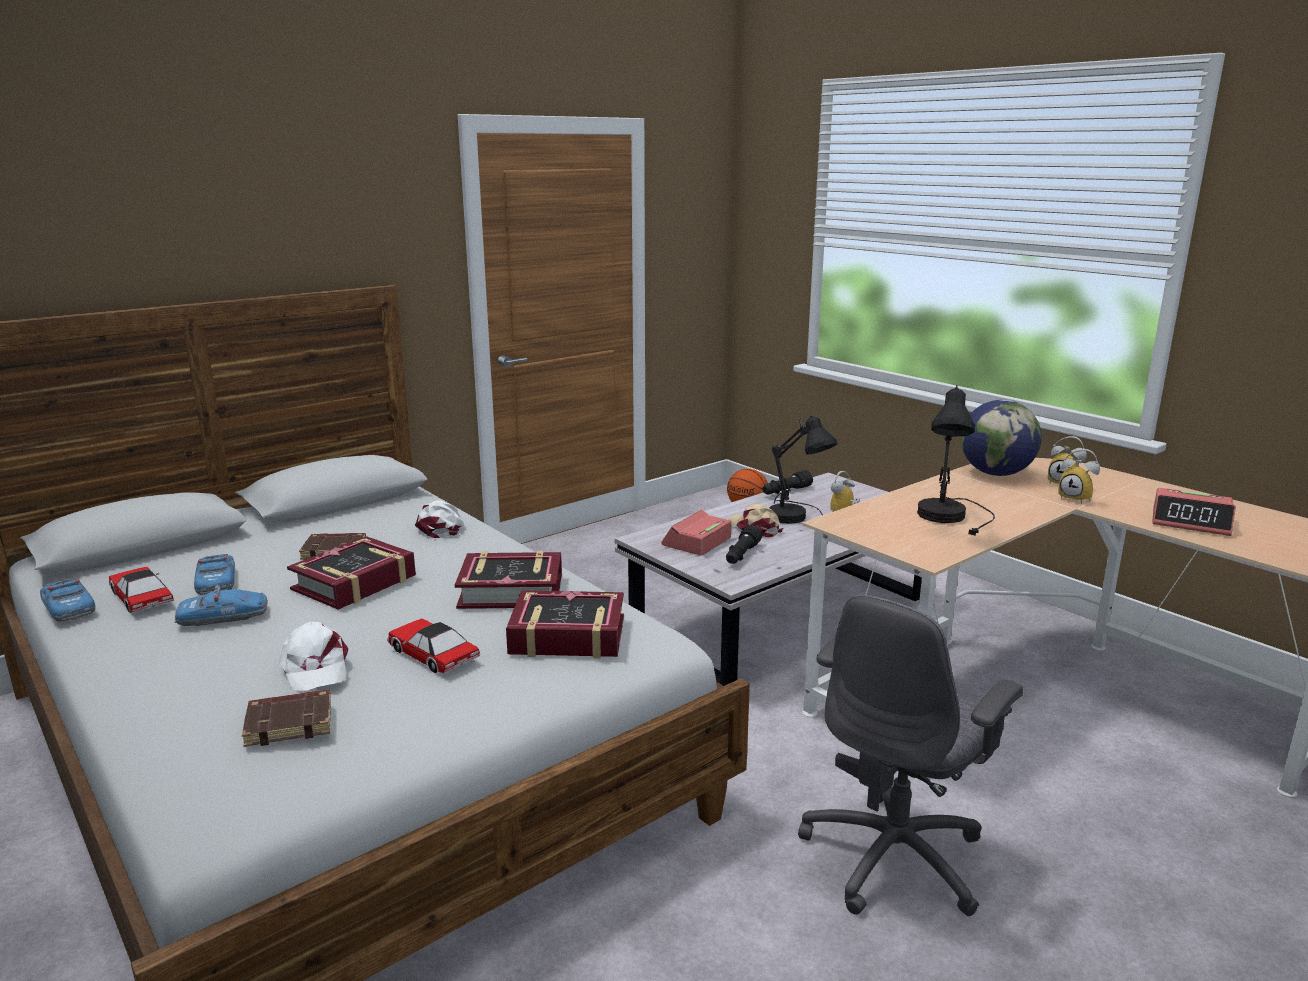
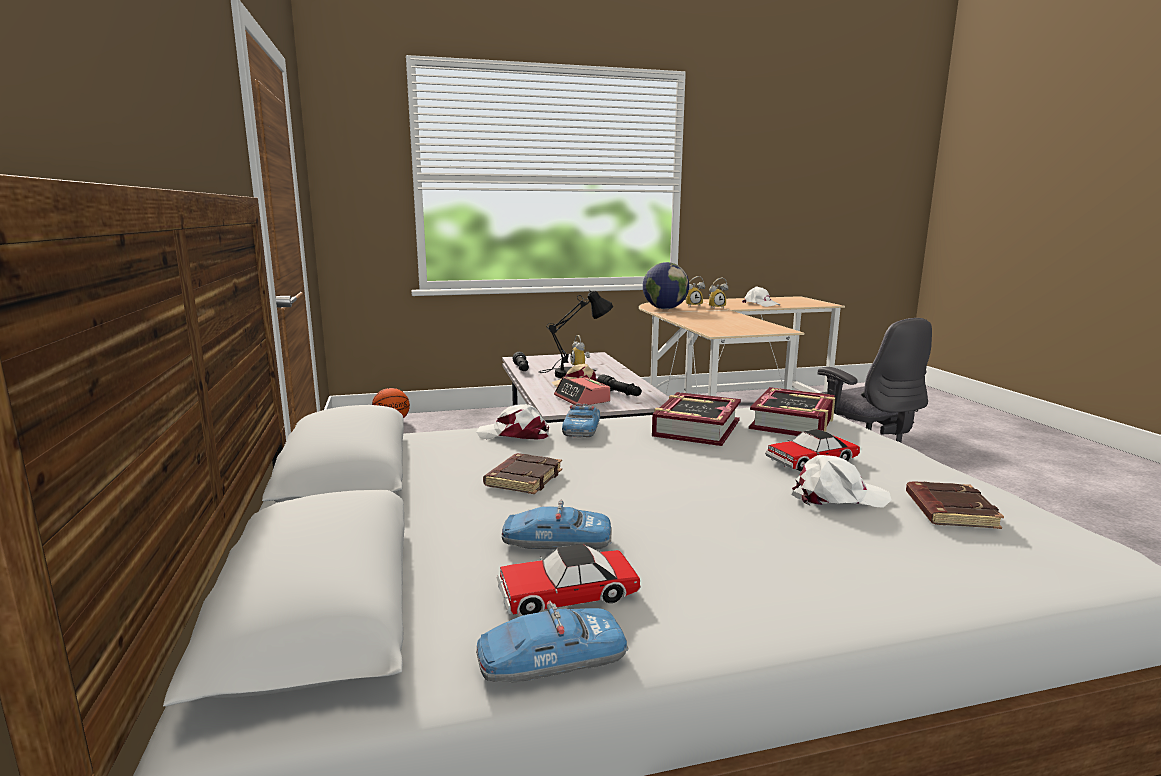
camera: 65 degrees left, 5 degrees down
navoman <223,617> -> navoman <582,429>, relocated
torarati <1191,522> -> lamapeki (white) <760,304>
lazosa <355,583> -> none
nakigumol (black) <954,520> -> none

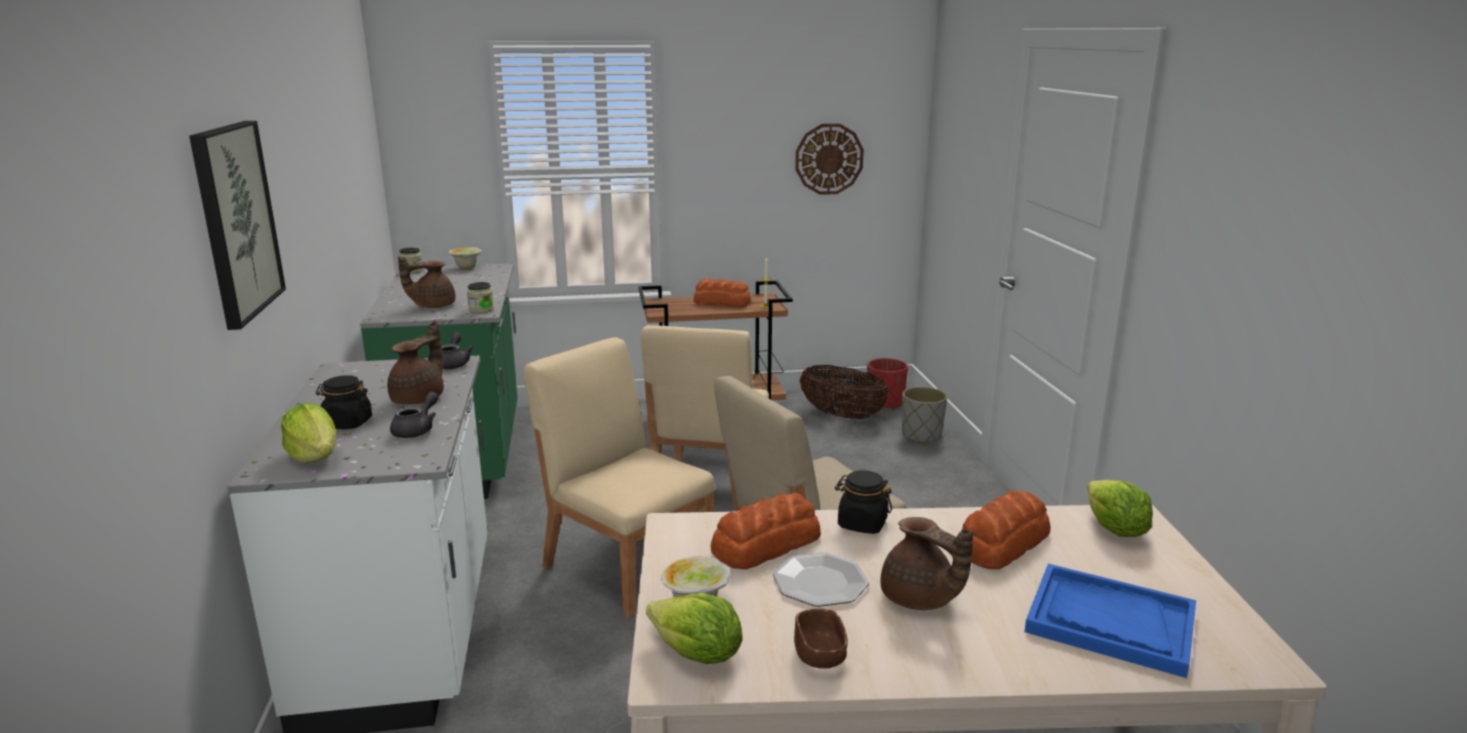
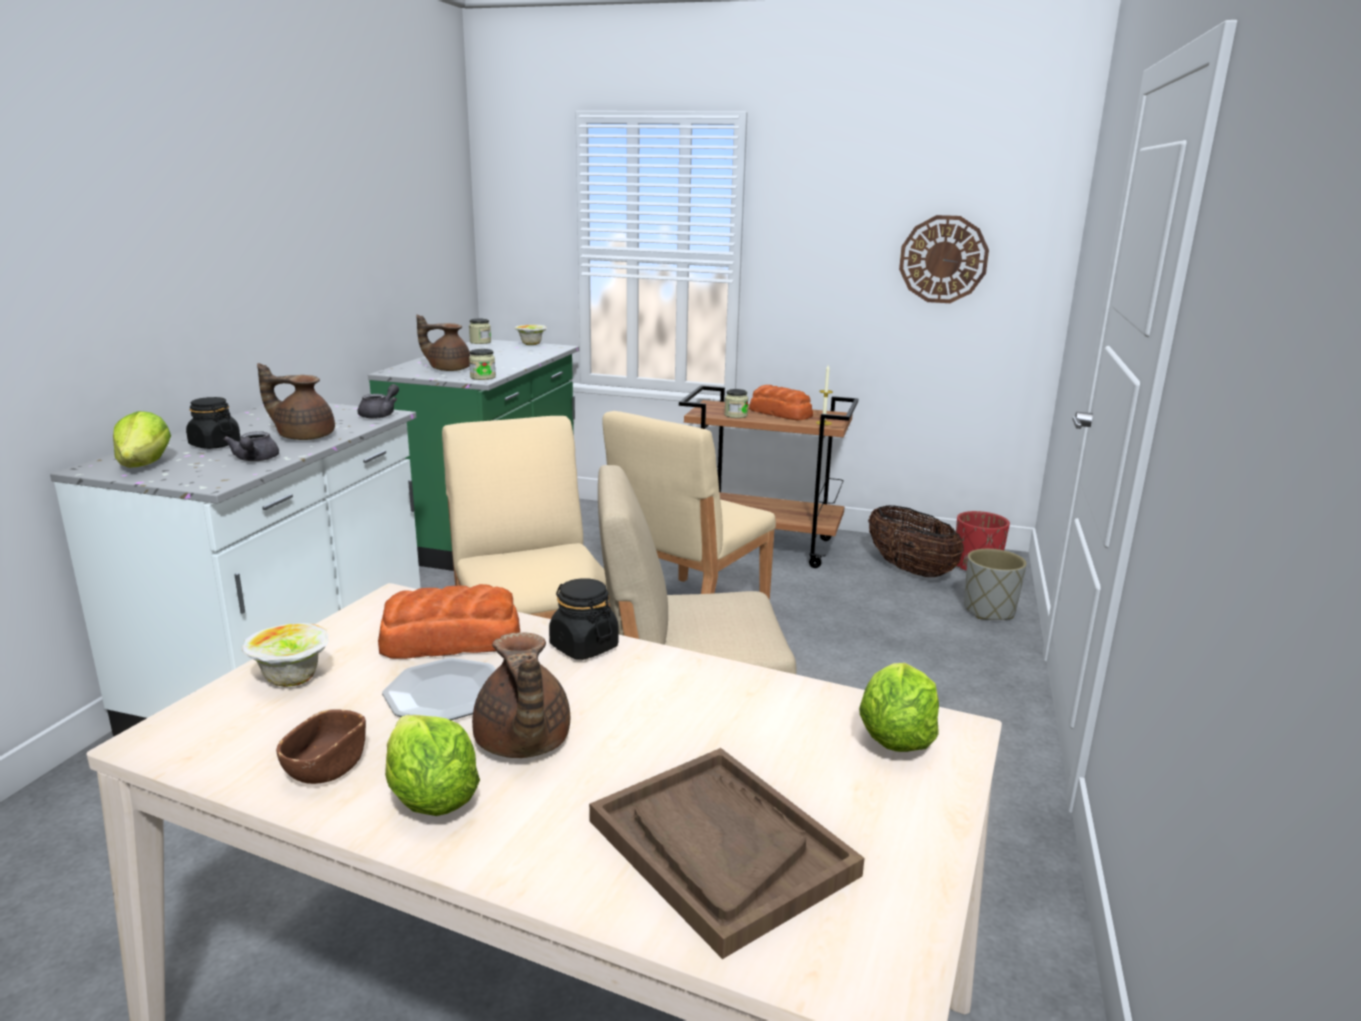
camera: 25 degrees right, 0 degrees up
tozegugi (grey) <417,430> -> tozegugi (grey) <255,460>, 120 degrees clockwise
tozegugi (brown) <420,398> -> tozegugi (brown) <304,436>, 135 degrees counterclockwise
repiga <697,655> -> repiga <430,798>, relocated
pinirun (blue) <1109,622> -> pinirun (brown) <720,847>
none -> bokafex <735,415>
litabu <236,221> -> none
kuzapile <1003,543> -> none

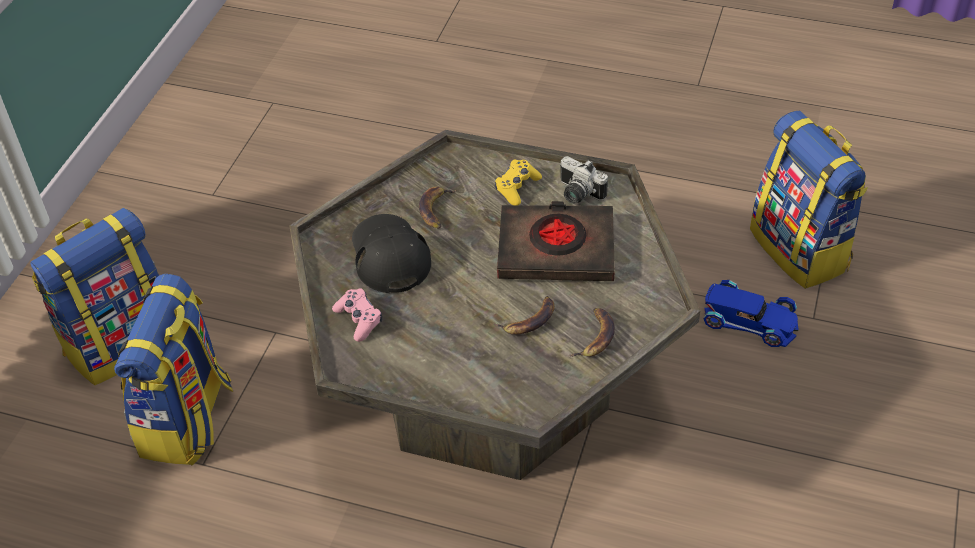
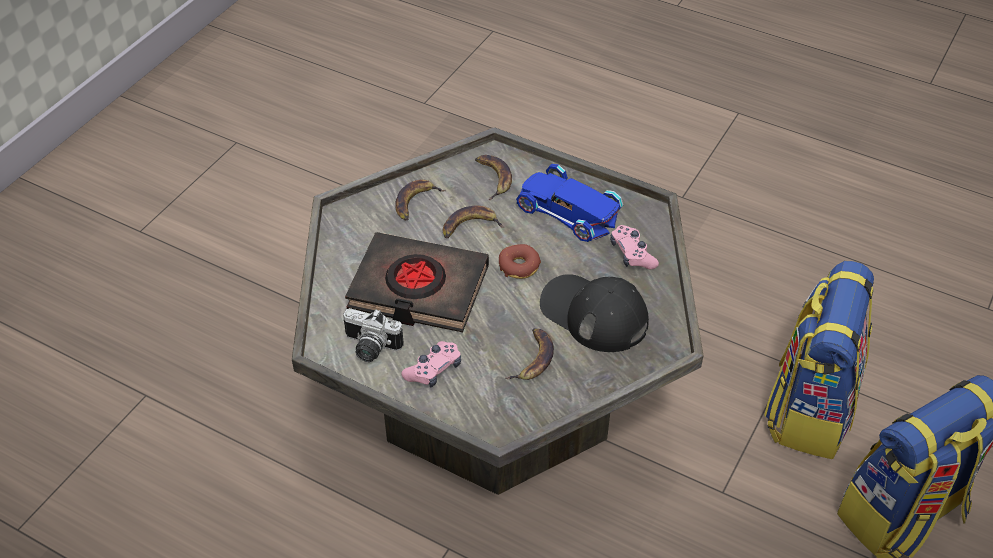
camera: 170 degrees left, 0 degrees up
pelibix <577,194> -> pelibix <369,348>, 150 degrees clockwise
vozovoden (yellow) <517,187> -> vozovoden (pink) <434,370>
none -> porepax <493,178>
none -> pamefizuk <519,266>
navoman (blue) <750,321> -> navoman (blue) <568,209>, relocated
lamapeki (black) <389,255> -> lamapeki (black) <593,314>, 135 degrees clockwise
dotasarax <801,249> -> none

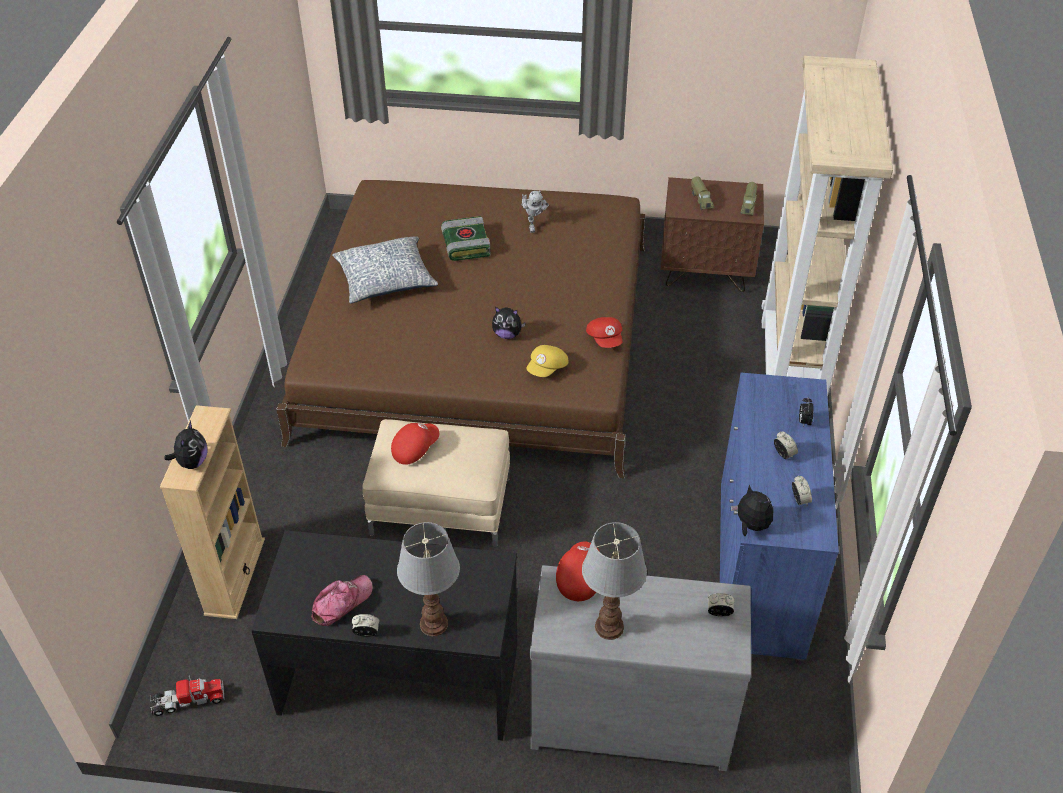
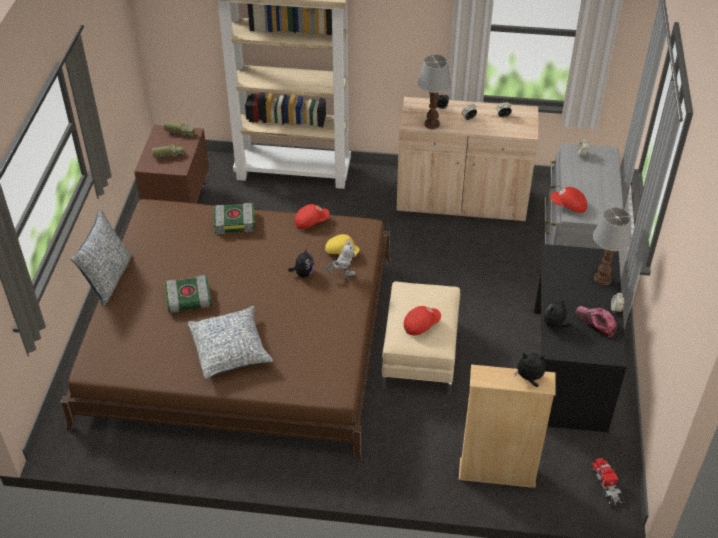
camera: 90 degrees left, 0 degrees up
none -> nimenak <108,279>
none -> lazosa <235,221>
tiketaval <533,224> -> tiketaval <342,275>, relocated
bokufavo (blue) <759,568> -> bokufavo (beige) <461,201>
lamapeki (red) <415,448> -> lamapeki (red) <421,324>, 105 degrees clockwise
nakigumol <609,626> -> nakigumol <431,124>, relocated
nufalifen <751,525> -> nufalifen <554,325>, relocated

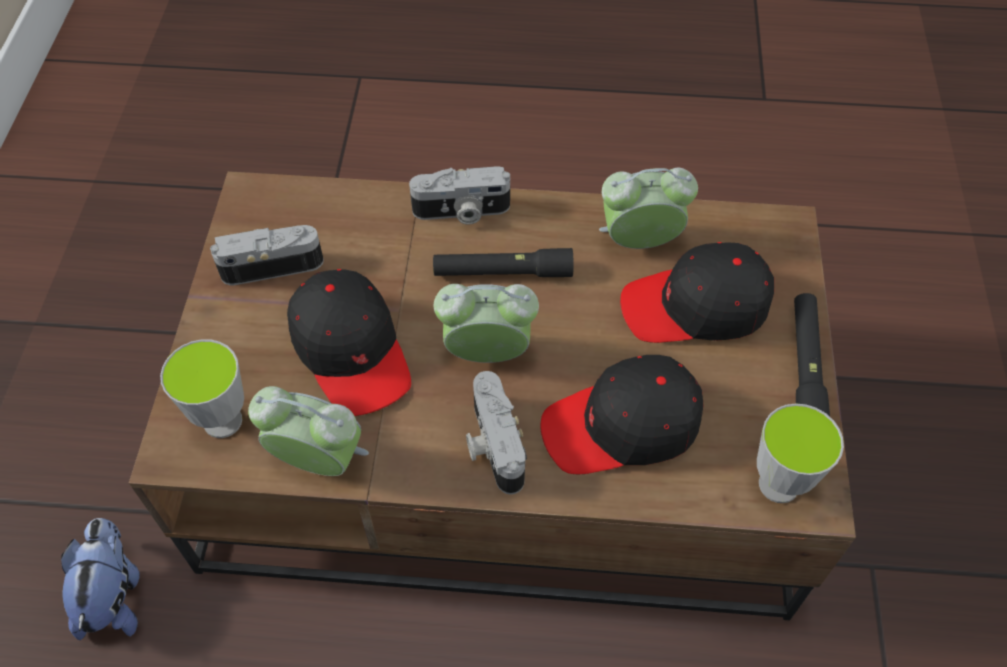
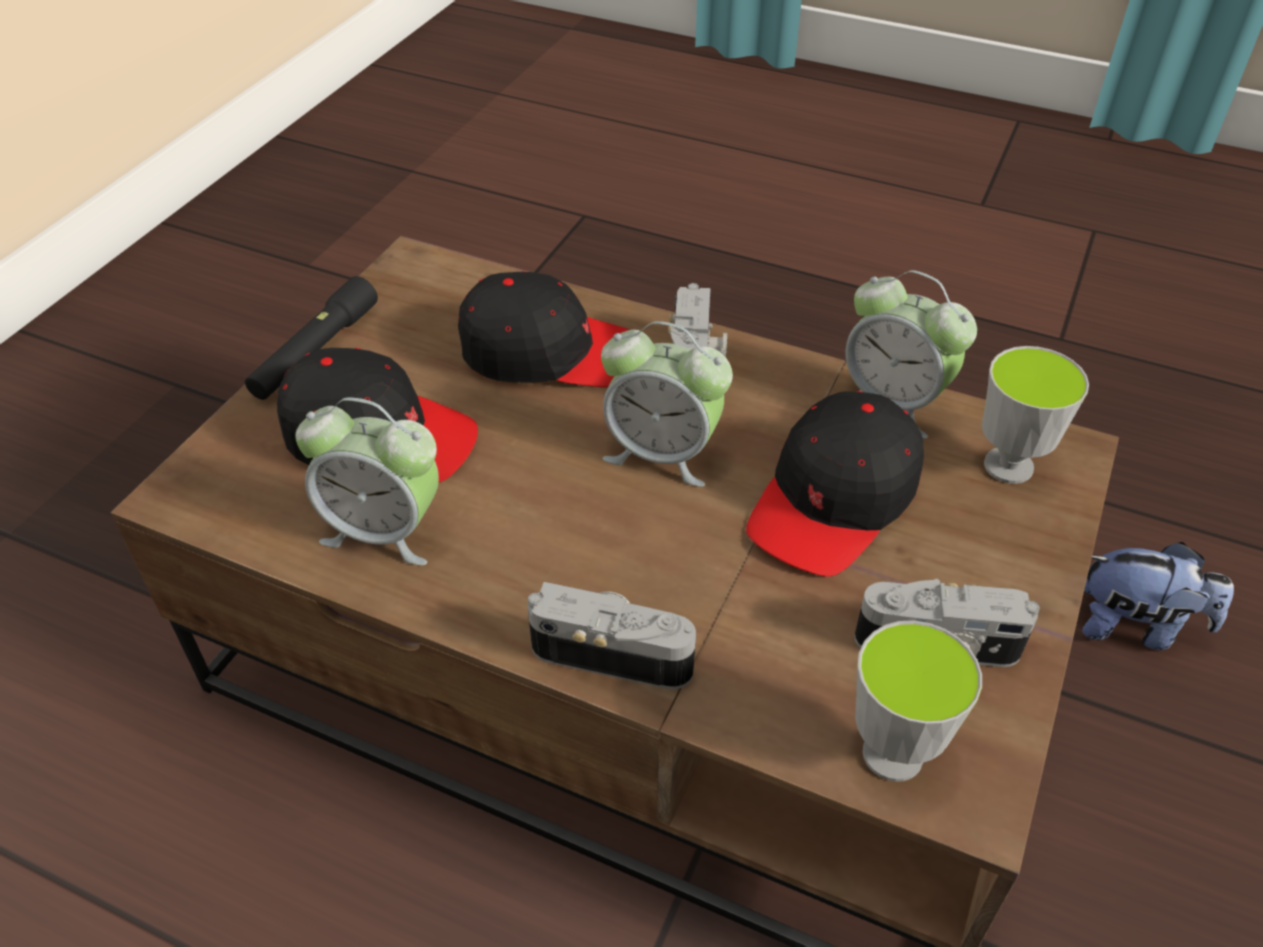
camera: 160 degrees left, 10 degrees down
lamapeki (black) <352,351> -> lamapeki (black) <834,500>, 135 degrees counterclockwise
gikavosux <778,485> -> gikavosux <892,754>, relocated
nufalifen <114,595> -> nufalifen <1135,626>, 90 degrees counterclockwise
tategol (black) <502,272> -> none

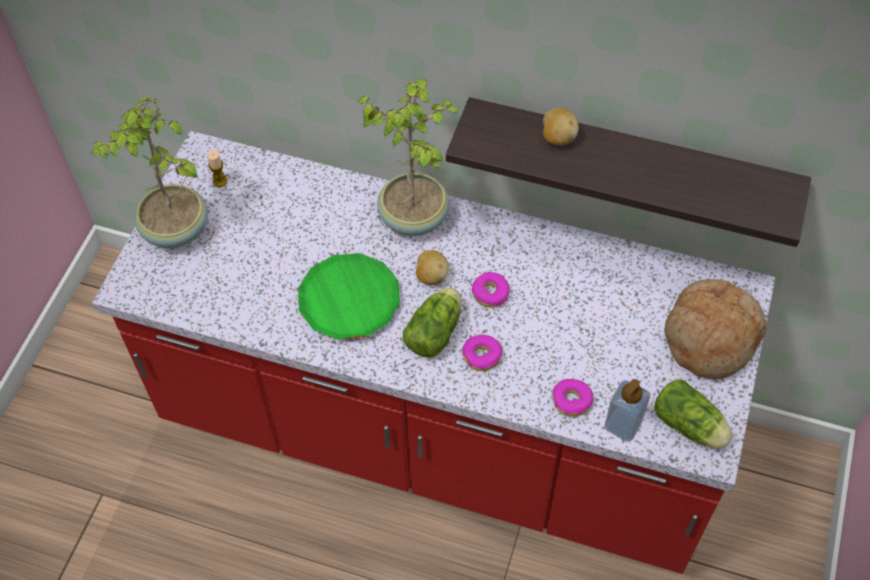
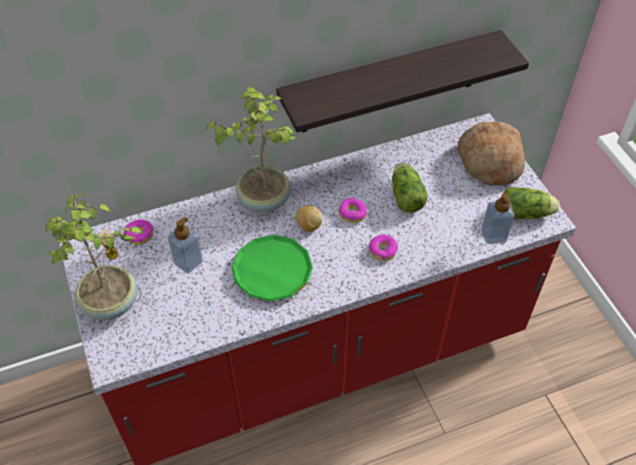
camera: 40 degrees left, 5 degrees down
pamefizuk <572,401> -> pamefizuk <140,235>, relocated
none -> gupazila <188,262>
repiga <436,330> -> repiga <406,195>, relocated
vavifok <558,137> -> none

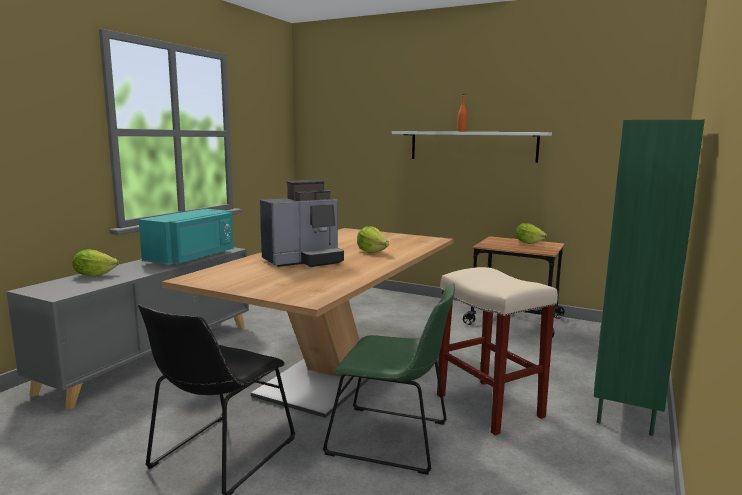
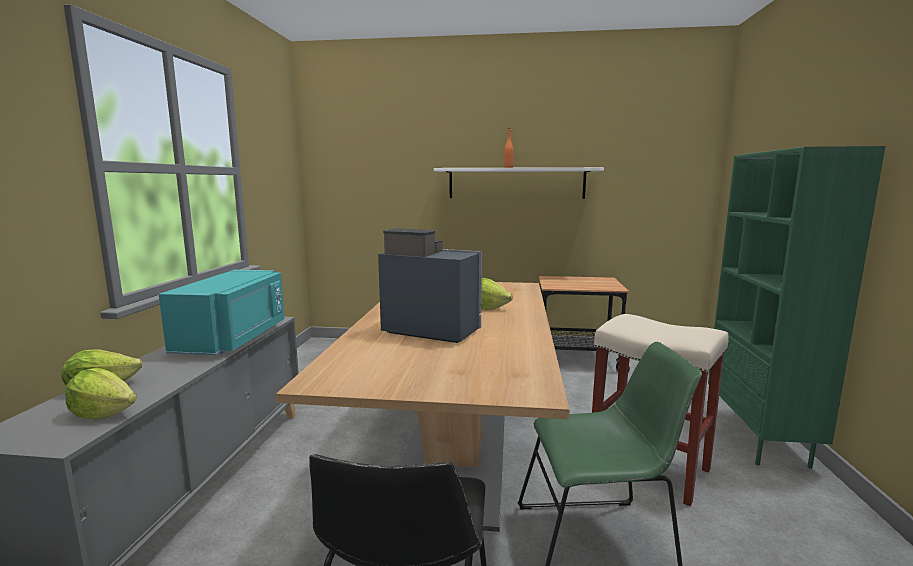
camera: 20 degrees left, 0 degrees up
repiga <528,242> -> repiga <103,414>, relocated
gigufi <304,261> -> gigufi <430,330>, 105 degrees counterclockwise

